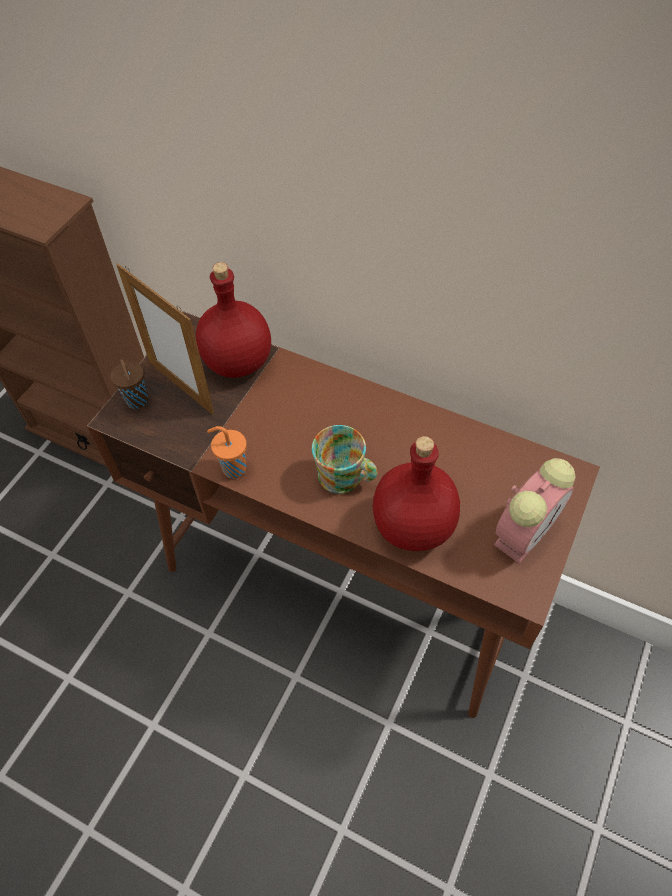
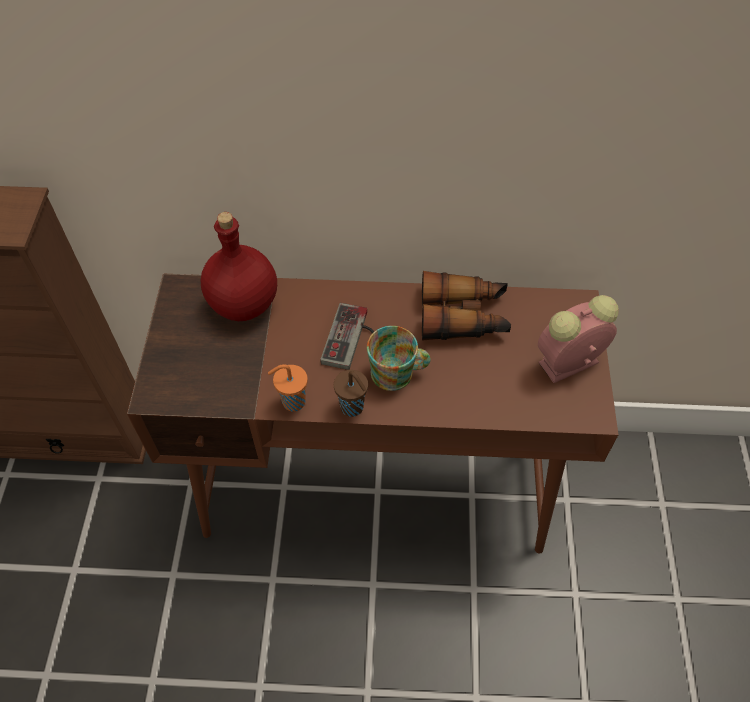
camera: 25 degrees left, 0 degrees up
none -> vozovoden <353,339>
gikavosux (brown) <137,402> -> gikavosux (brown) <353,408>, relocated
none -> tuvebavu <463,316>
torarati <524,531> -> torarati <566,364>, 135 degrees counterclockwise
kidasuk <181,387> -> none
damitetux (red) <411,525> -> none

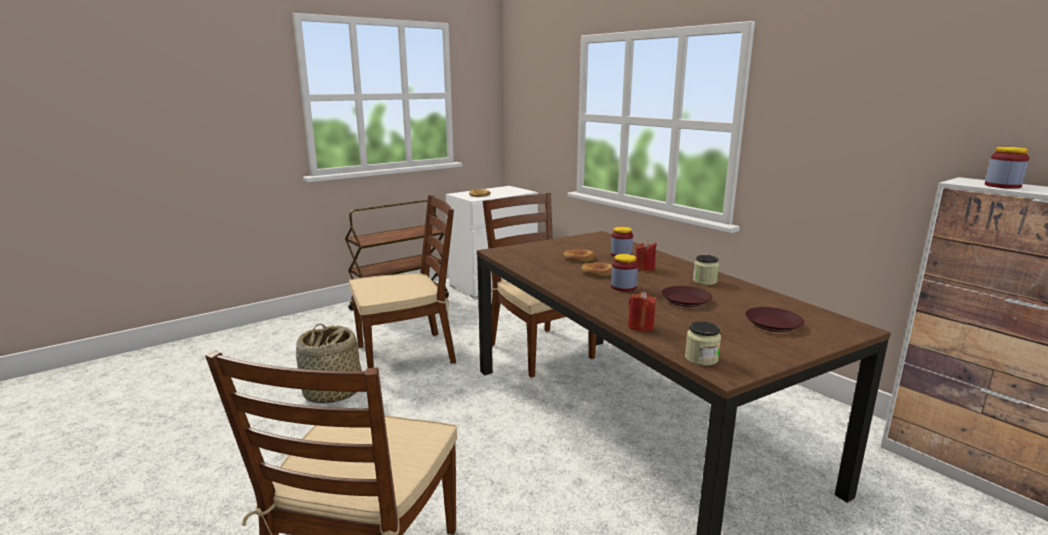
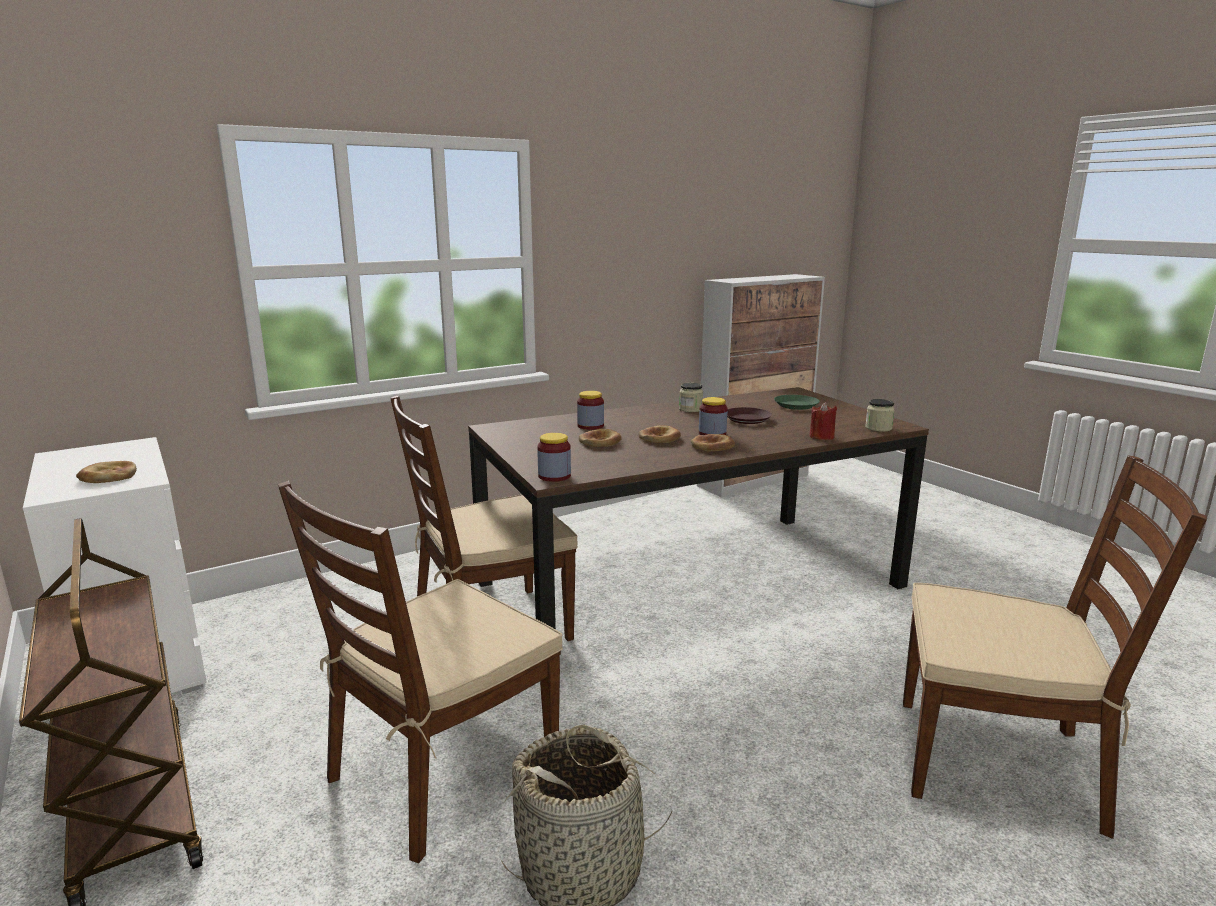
camera: 85 degrees left, 0 degrees up
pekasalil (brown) <407,354> -> pekasalil (brown) <442,772>, 120 degrees counterclockwise
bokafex <1002,186> -> bokafex <554,476>, relocated
none -> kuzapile <712,446>
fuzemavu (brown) <773,324> -> fuzemavu (green) <796,405>
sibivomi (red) <644,268> -> none

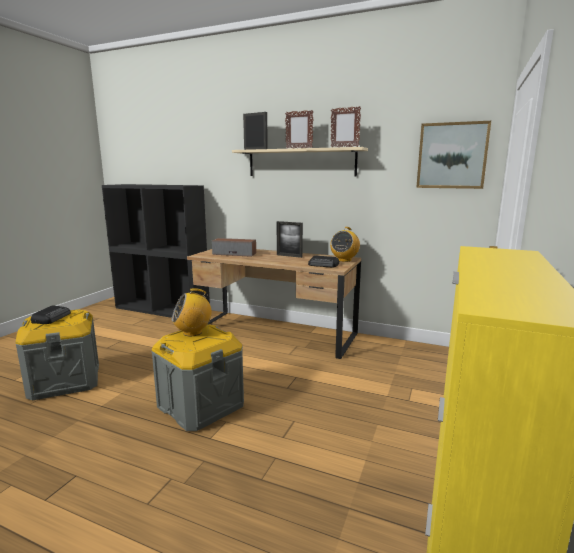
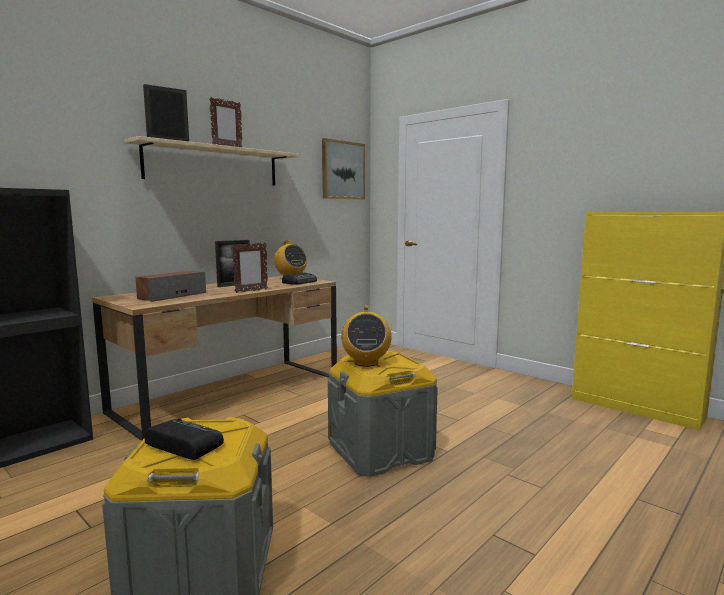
camera: 70 degrees left, 5 degrees down
kidasuk <344,147> -> kidasuk <251,291>, relocated

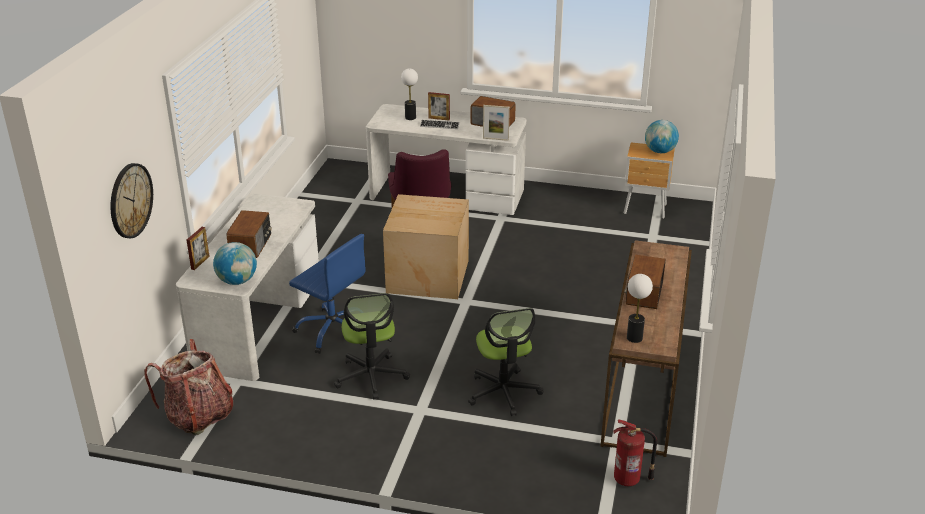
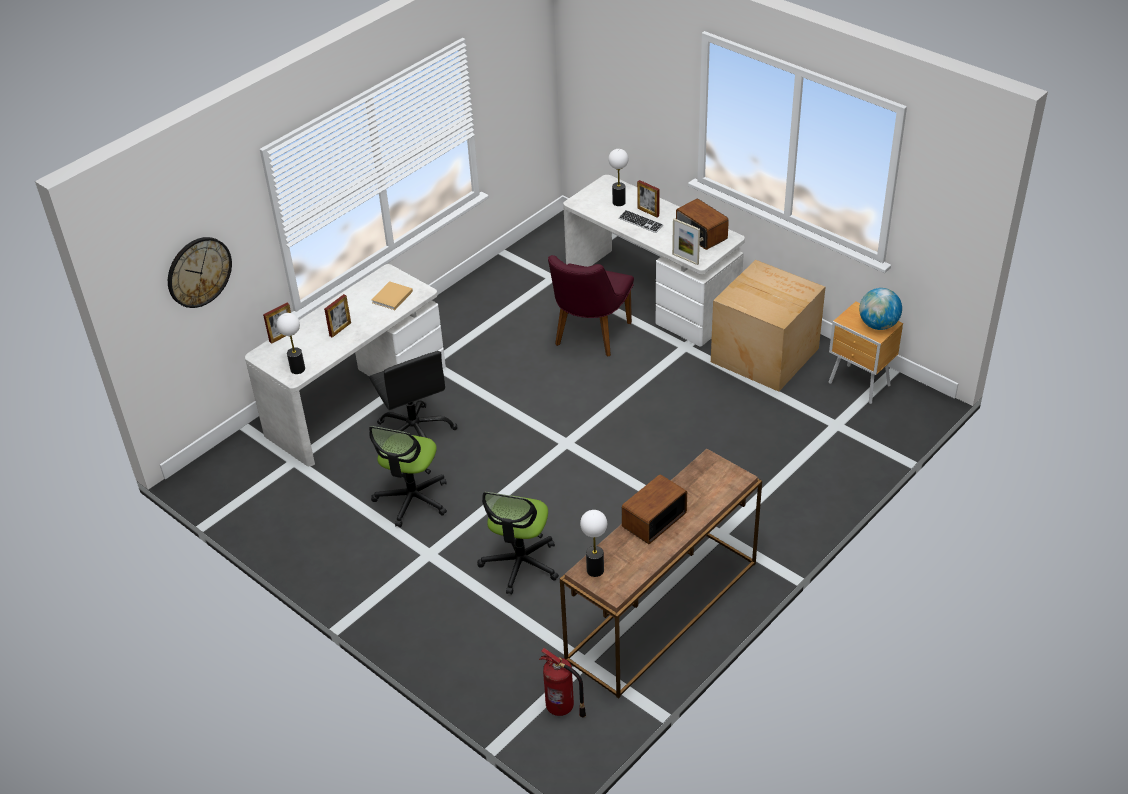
camera: 30 degrees right, 10 degrees up
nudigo <237,281> -> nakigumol <298,369>
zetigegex <251,245> -> kidasuk <340,329>
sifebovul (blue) <333,330> -> sifebovul (black) <415,434>
none -> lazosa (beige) <391,297>
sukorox <427,275> -> sukorox <764,354>, relocated
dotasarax <198,416> -> none

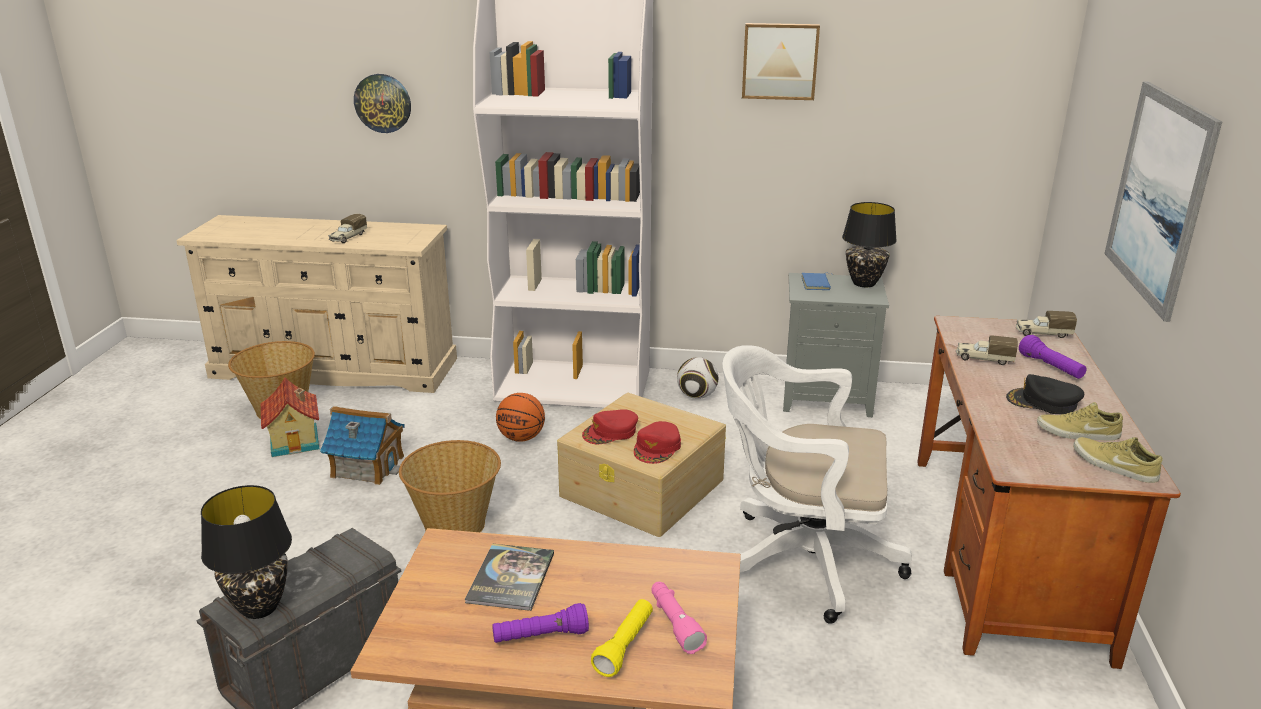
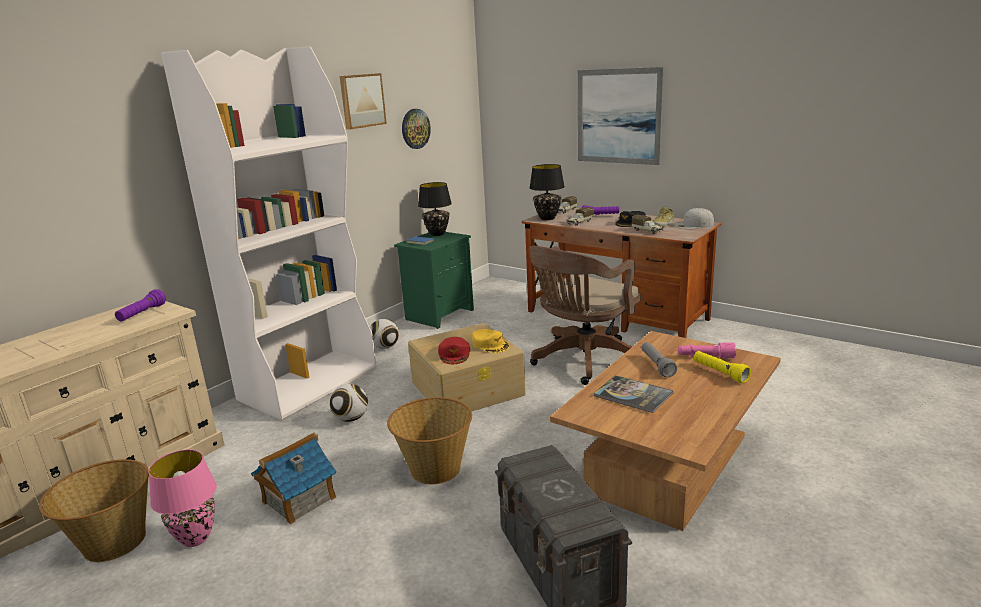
camera: 60 degrees left, 5 degrees down
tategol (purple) <540,637> -> tategol (purple) <142,314>, relocated
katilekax <296,441> -> nakigumol (pink) <195,538>
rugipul <521,438> -> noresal <351,418>
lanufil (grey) <827,397> -> lanufil (green) <439,314>
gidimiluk <383,103> -> gidimiluk <415,128>, relocated
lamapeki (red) <657,448> -> lamapeki (yellow) <490,345>
sifebovul (white) <800,559> -> sifebovul (brown) <583,361>
nakigumol (black) <259,608> -> nakigumol (black) <548,218>, relocated
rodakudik <348,238> -> rodakudik <647,231>, relocated
none -> tategol (grey) <656,365>
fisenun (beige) <1113,466> -> lamapeki (white) <693,225>

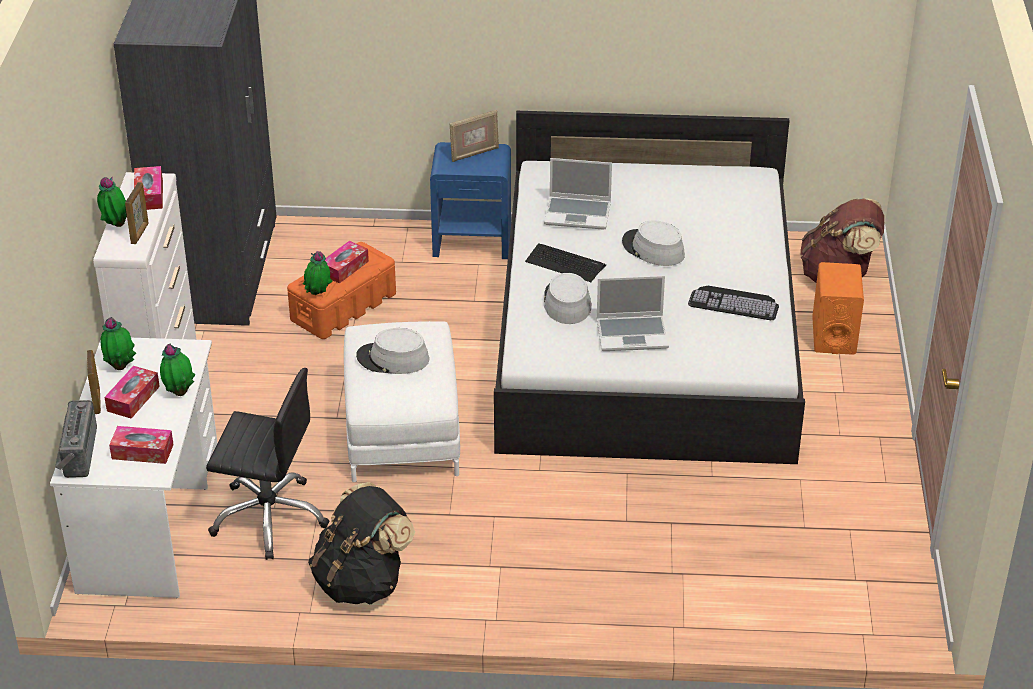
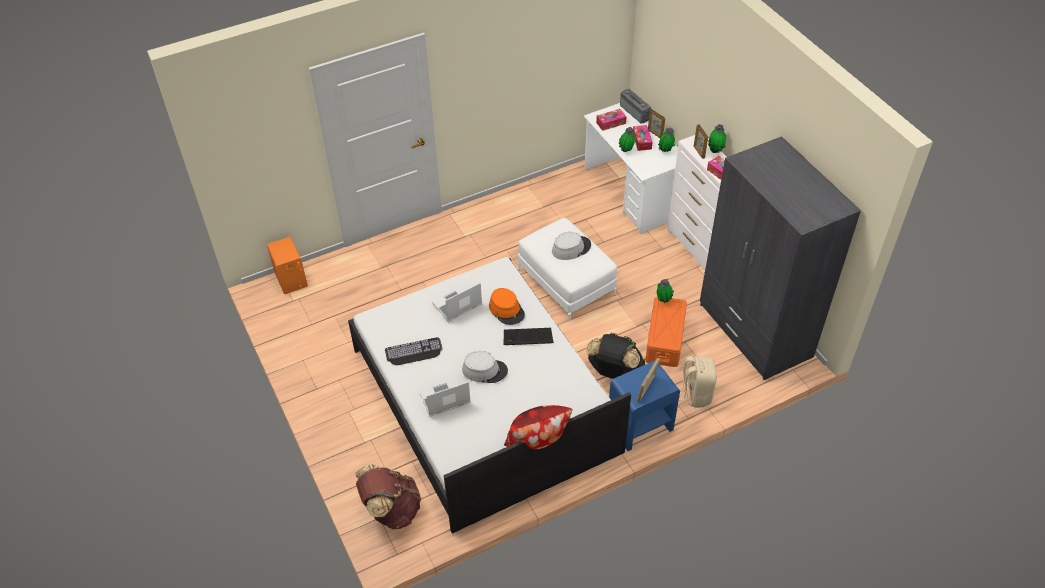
camera: 150 degrees right, 10 degrees up
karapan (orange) <833,336> -> karapan (orange) <291,279>, relocated
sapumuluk <578,214> -> sapumuluk <444,399>, relocated
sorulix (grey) <566,302> -> sorulix (orange) <507,310>
none -> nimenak <538,443>
dotasarax (black) <362,582> -> dotasarax (black) <614,371>, relocated
none -> dotasarax (beige) <695,394>
sifebovul (black) <269,517> -> none
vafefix <344,268> -> none

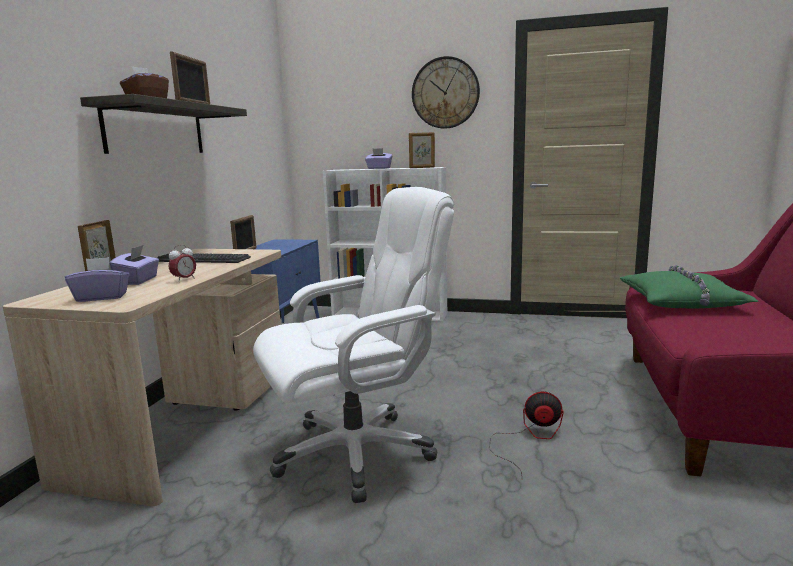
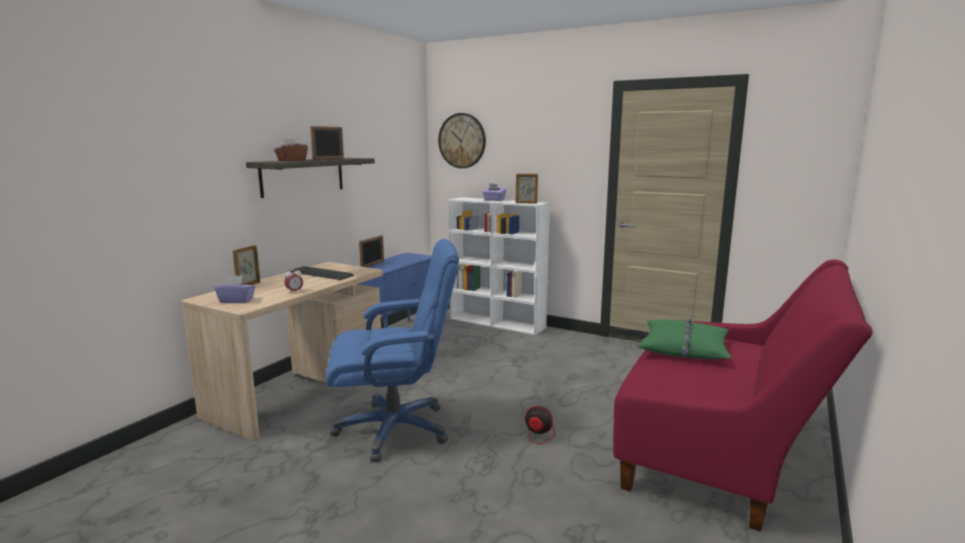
camera: 15 degrees right, 0 degrees up
sifebovul (white) <356,452> -> sifebovul (blue) <395,429>
gidimiluk <445,93> -> gidimiluk <462,140>, relocated
vafefix (purple) <138,281> -> none

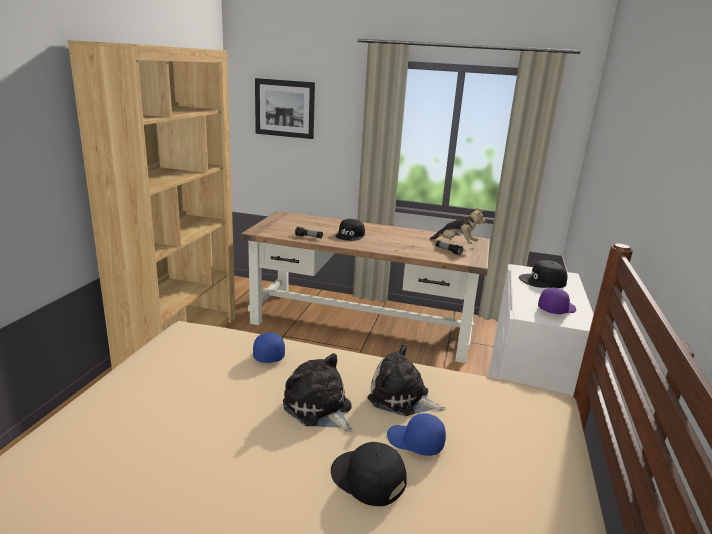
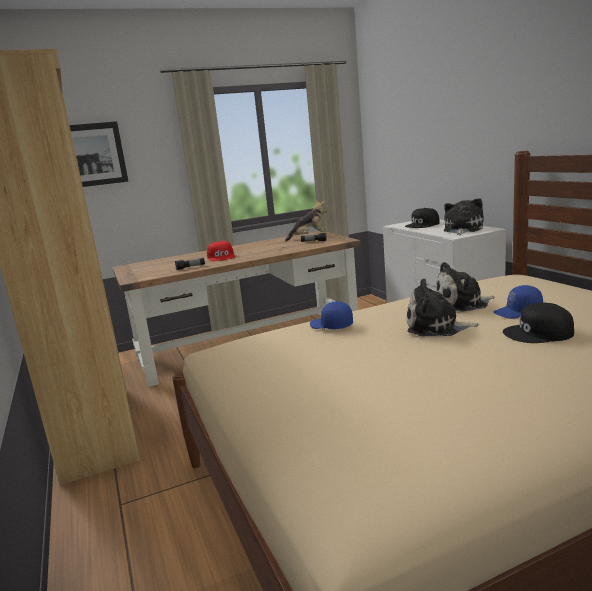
camera: 35 degrees left, 5 degrees down
lamapeki (black) <350,235> -> lamapeki (red) <222,257>
lamapeki (purple) <556,309> -> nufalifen <462,229>

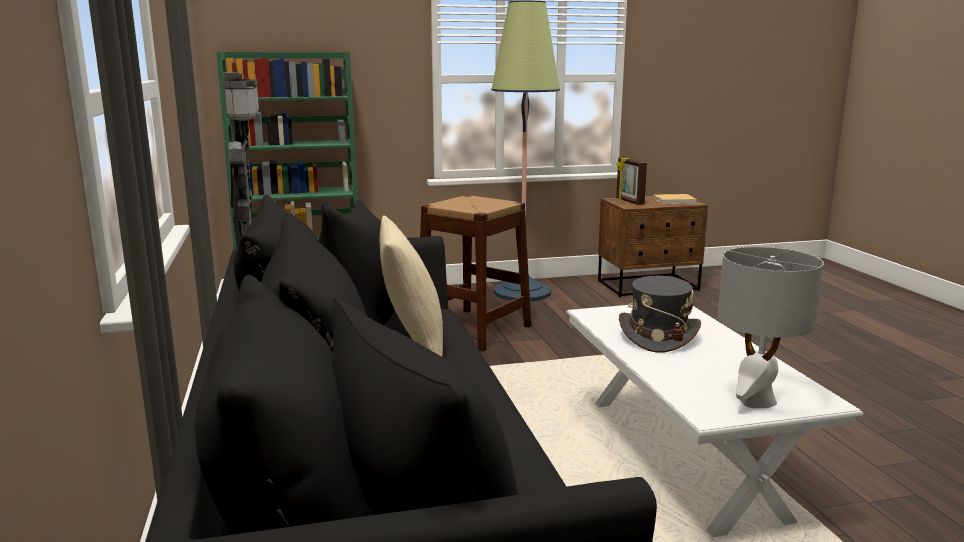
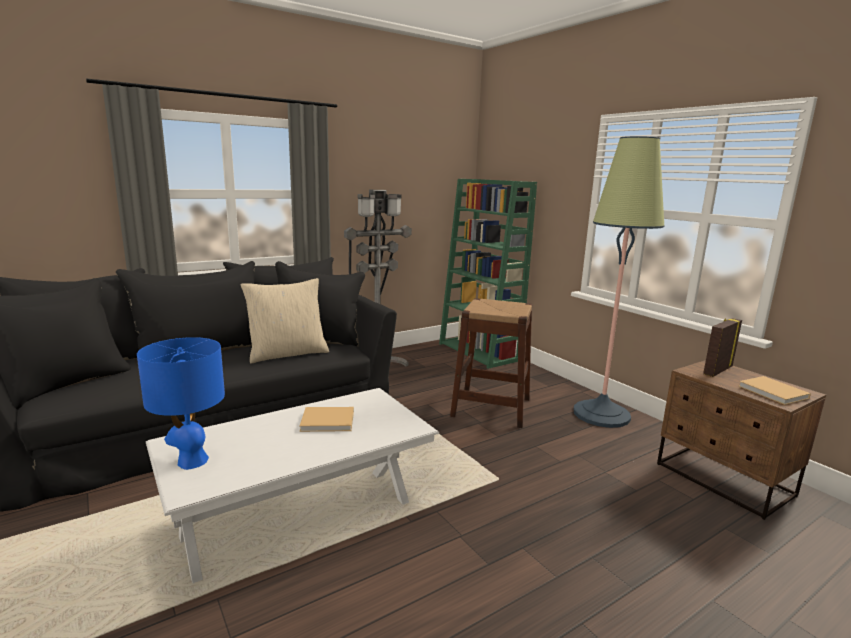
camera: 70 degrees right, 0 degrees up
nakigumol (grey) <756,401> -> nakigumol (blue) <192,461>
sorulix (grey) <658,335> -> lazosa (beige) <329,421>

